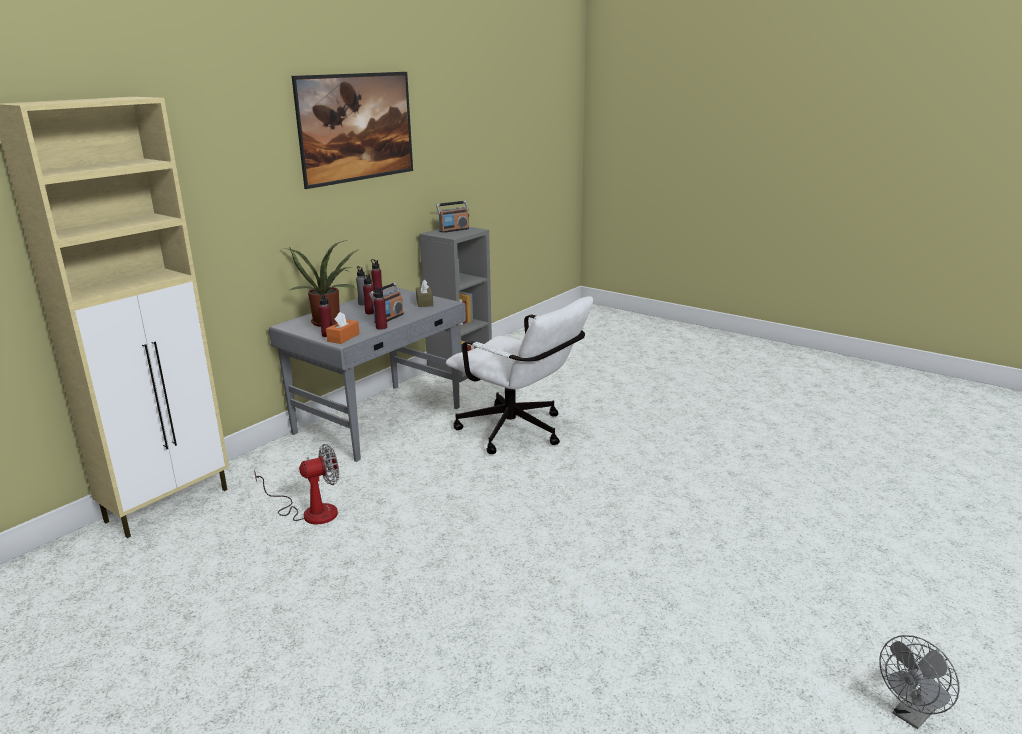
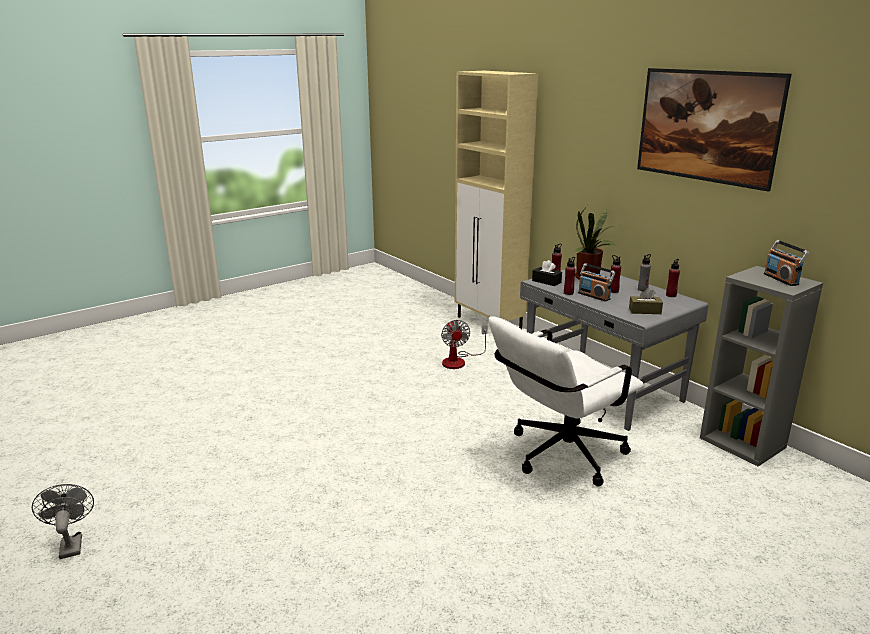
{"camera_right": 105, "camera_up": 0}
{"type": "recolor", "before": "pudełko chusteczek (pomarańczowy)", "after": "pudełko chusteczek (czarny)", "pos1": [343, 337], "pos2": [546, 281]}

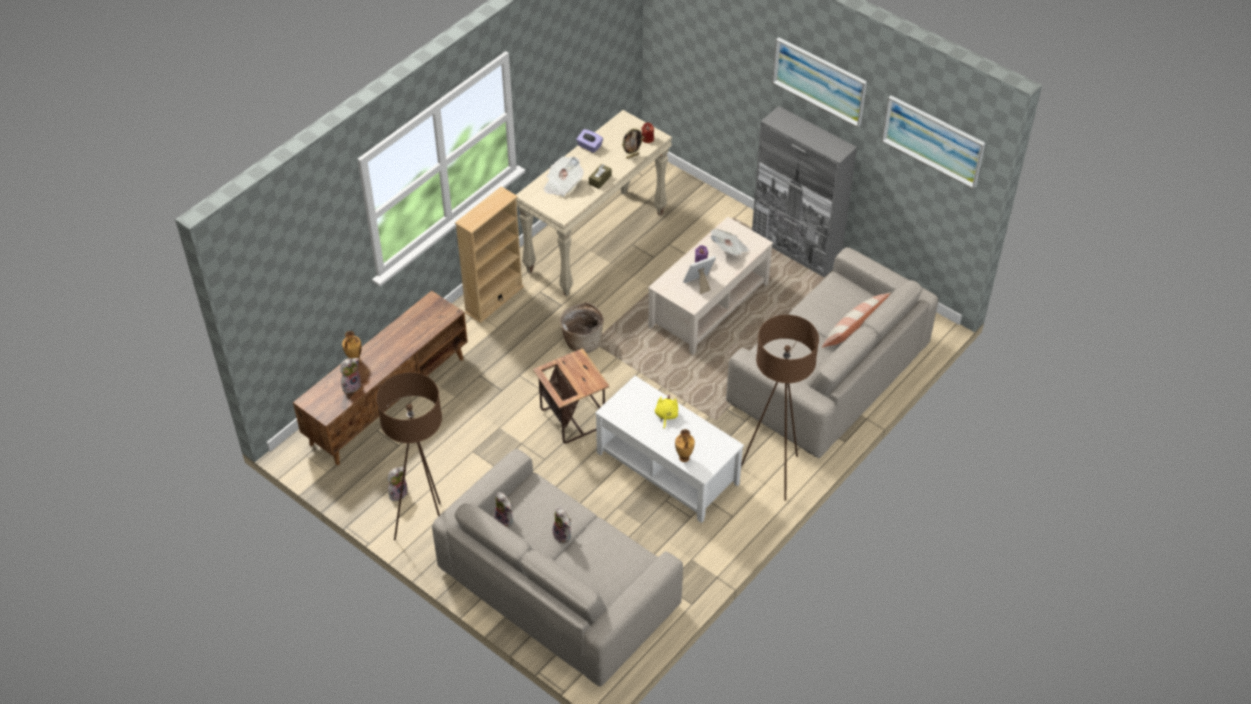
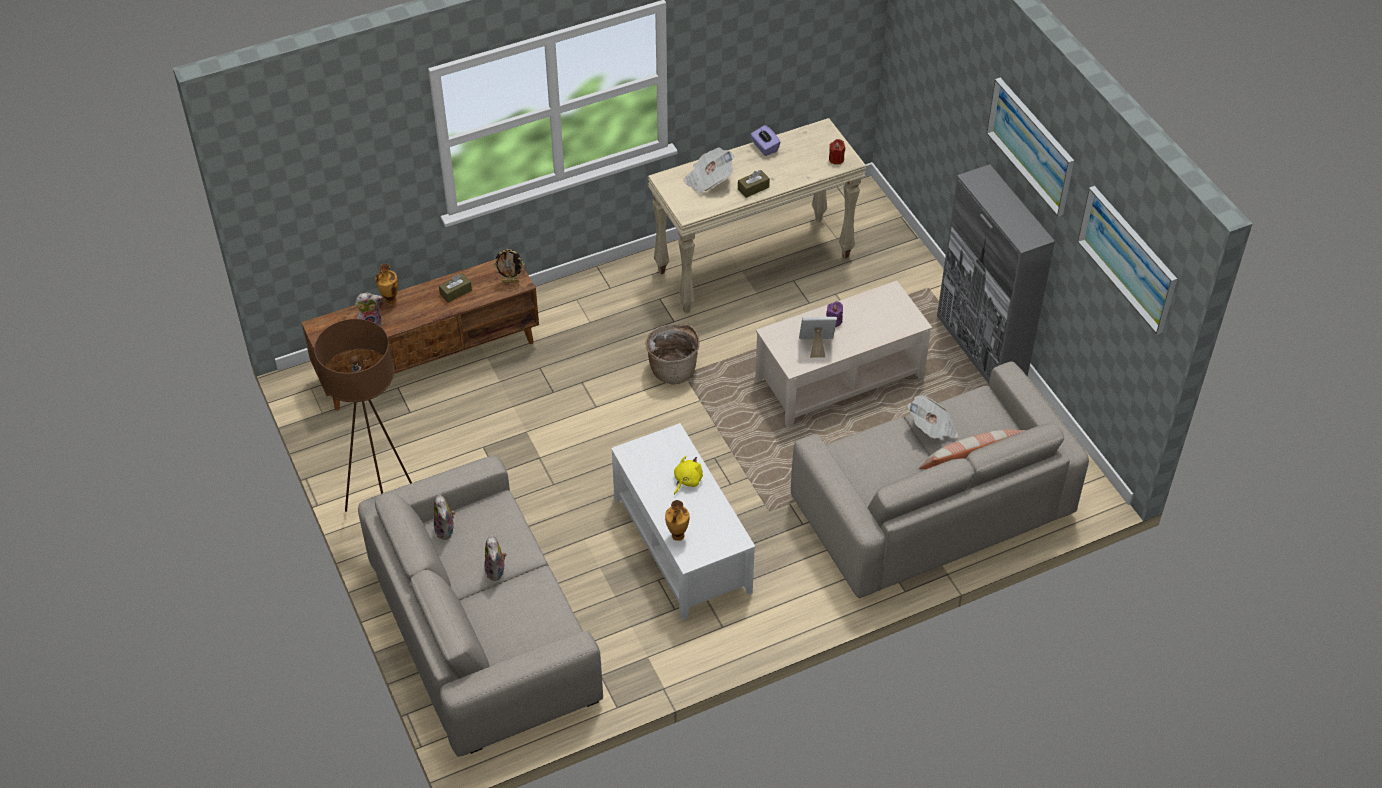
{"camera_right": 25, "camera_up": 0}
{"type": "delete", "before": "pluszak", "pos1": [398, 492]}
{"type": "delete", "before": "regał (beżowy)", "pos1": [494, 299]}
{"type": "delete", "before": "stolik", "pos1": [572, 418]}
{"type": "move", "before": "ramka na zdjęcie", "pos1": [632, 156], "pos2": [510, 281]}
{"type": "move", "before": "gazeta", "pos1": [729, 250], "pos2": [932, 428]}
{"type": "delete", "before": "lampa stojąca (brązowy)", "pos1": [773, 474]}
{"type": "insert", "after": "pudełko chusteczek (brązowy)", "pos2": [455, 292]}

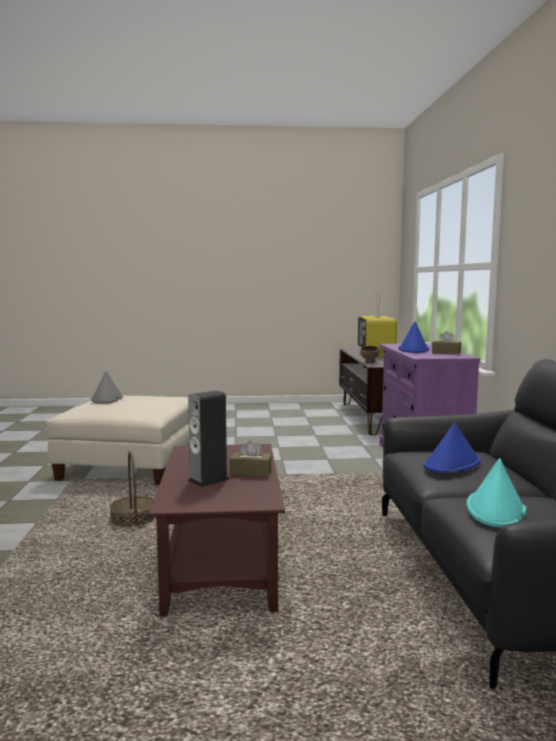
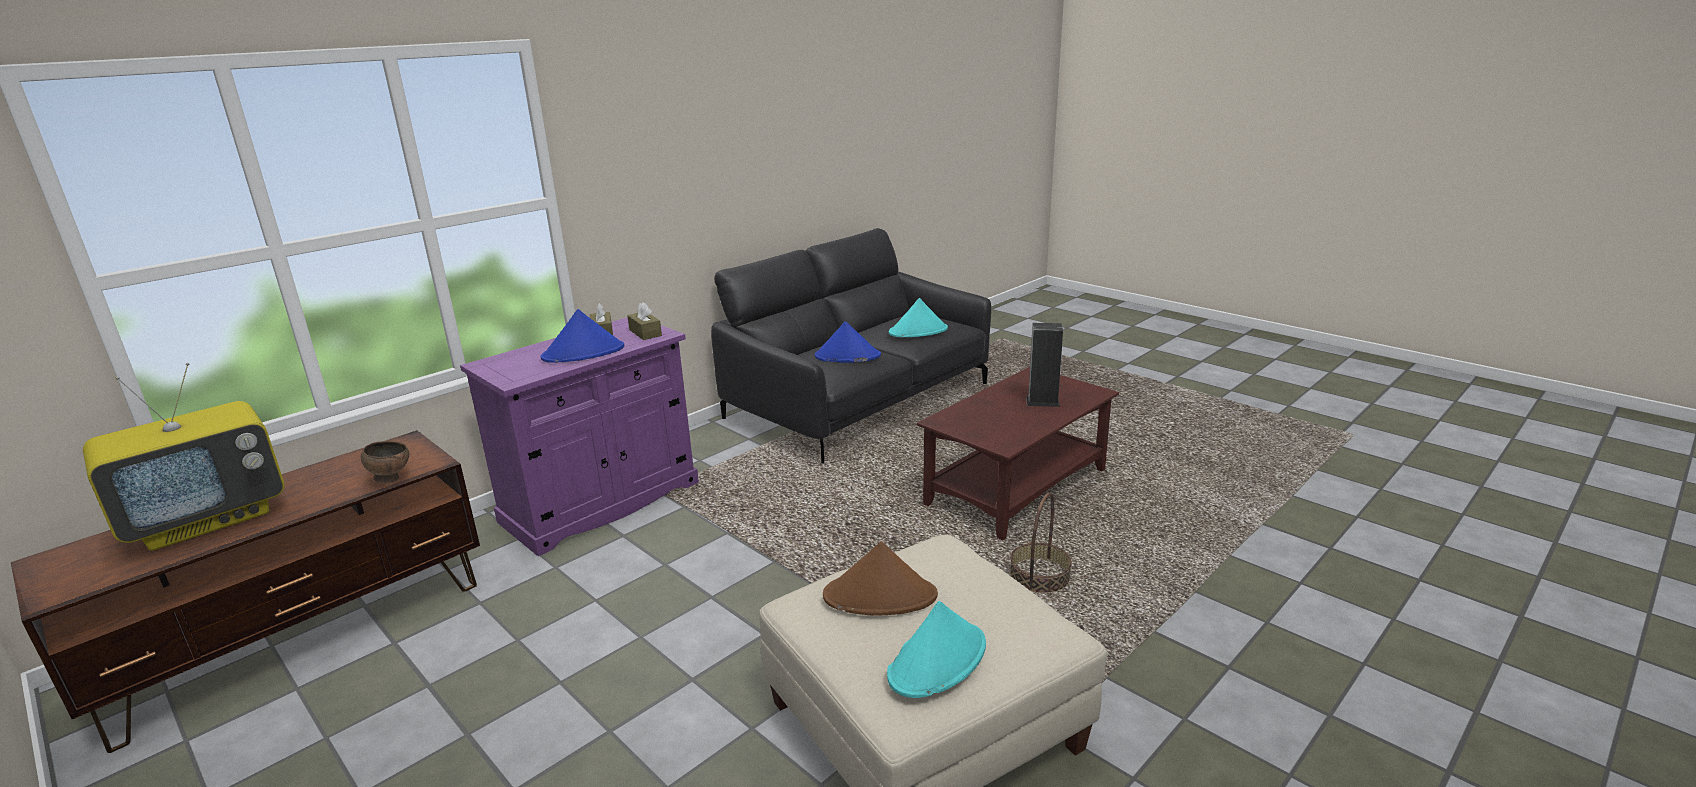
{"camera_right": -130, "camera_up": 15}
{"type": "recolor", "before": "kapelusz (szary)", "after": "kapelusz (turkusowy)", "pos1": [107, 398], "pos2": [937, 660]}
{"type": "move", "before": "pudełko chusteczek (brązowy)", "pos1": [250, 472], "pos2": [645, 333]}
{"type": "insert", "after": "kapelusz (brązowy)", "pos2": [880, 596]}

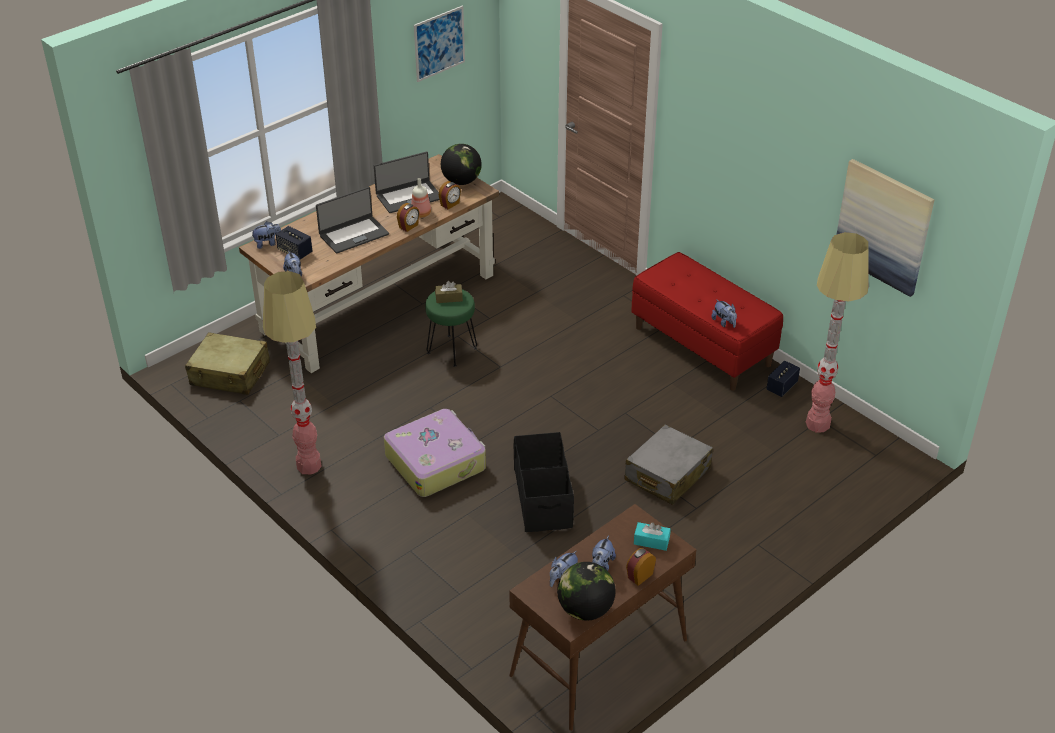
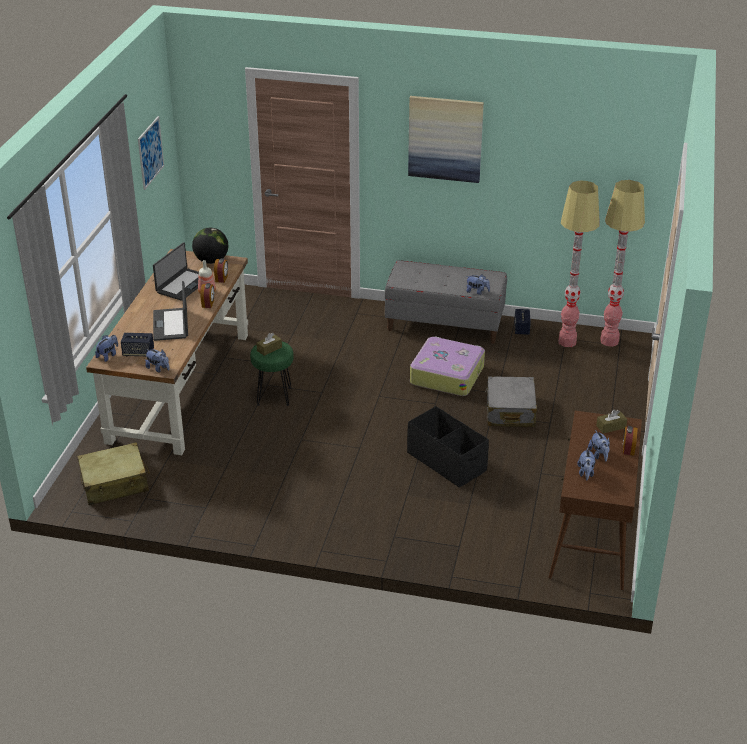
{"camera_right": -35, "camera_up": -5}
{"type": "move", "before": "lampa stojąca", "pos1": [309, 466], "pos2": [609, 341]}
{"type": "rotate", "before": "laptop", "pos1": [353, 234], "pos2": [171, 324], "turn": 150}
{"type": "move", "before": "walizka", "pos1": [436, 461], "pos2": [446, 374]}
{"type": "delete", "before": "globus", "pos1": [585, 610]}
{"type": "recolor", "before": "ławka (czerwony)", "after": "ławka (szary)", "pos1": [702, 346], "pos2": [445, 324]}
{"type": "recolor", "before": "pudełko chusteczek (turkusowy)", "after": "pudełko chusteczek (brązowy)", "pos1": [651, 541], "pos2": [611, 427]}
{"type": "move", "before": "obraz", "pos1": [883, 226], "pos2": [445, 138]}

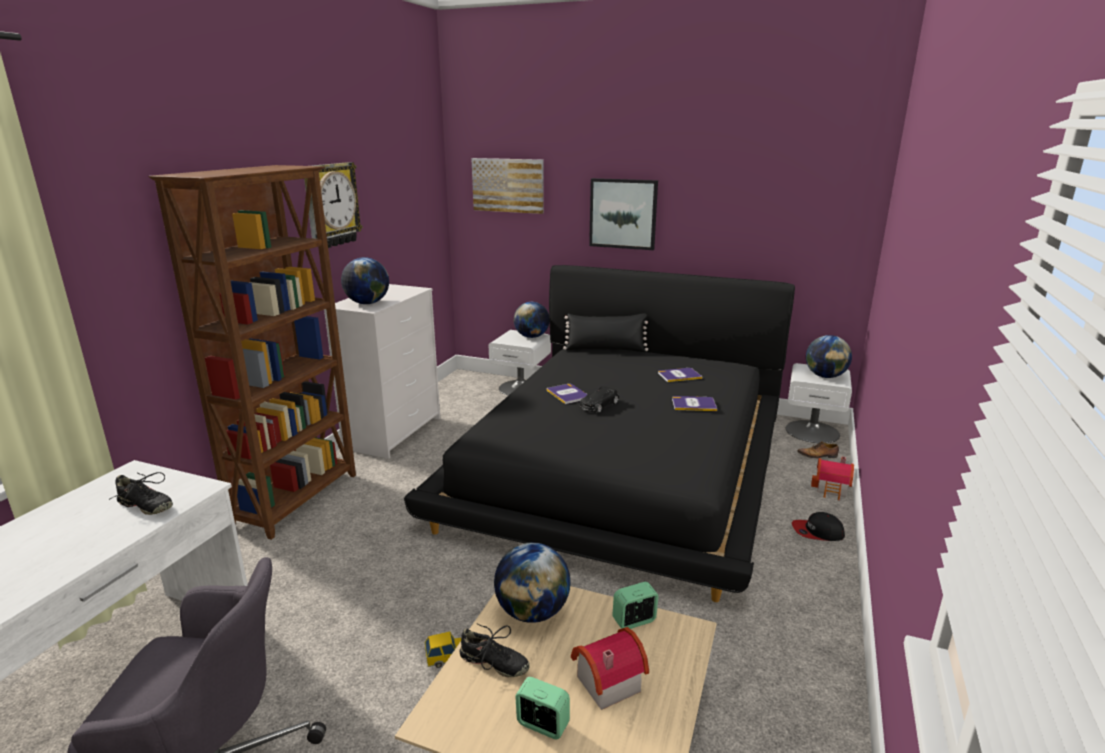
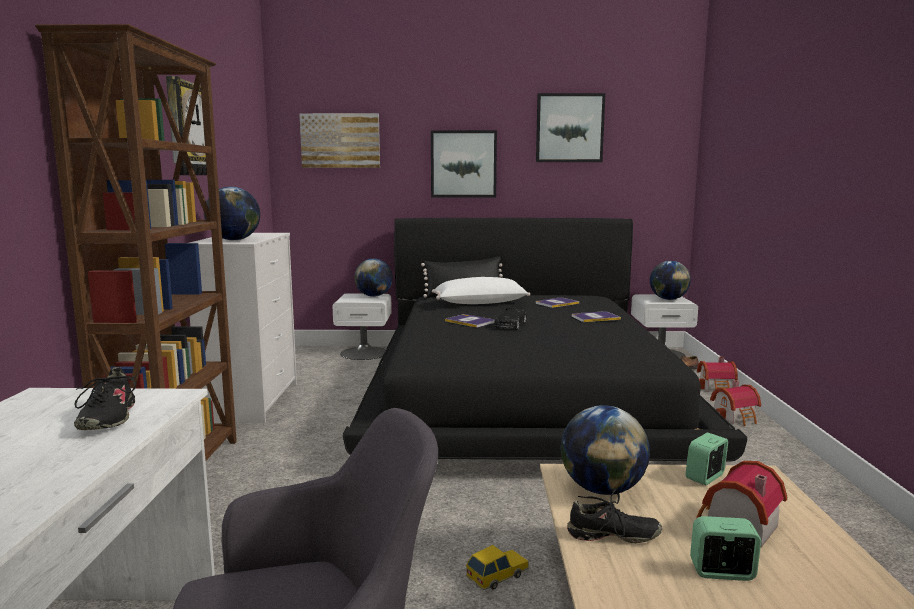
{"camera_right": -20, "camera_up": -10}
{"type": "rotate", "before": "but (czarny)", "pos1": [145, 506], "pos2": [107, 418], "turn": 75}
{"type": "replace", "before": "czapka z daszkiem", "after": "domek", "pos1": [817, 532], "pos2": [736, 417]}
{"type": "insert", "after": "poduszka (biały)", "pos2": [480, 304]}
{"type": "insert", "after": "obraz", "pos2": [569, 128]}

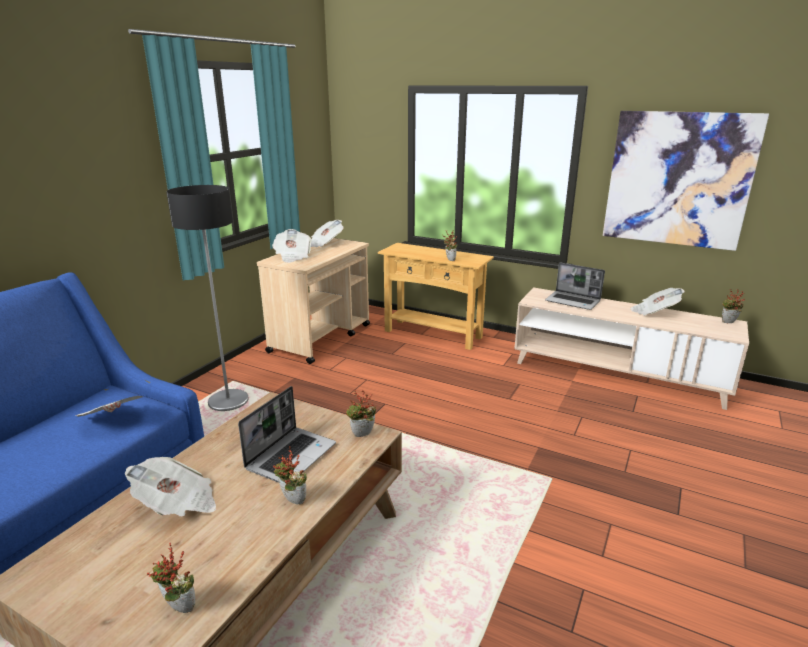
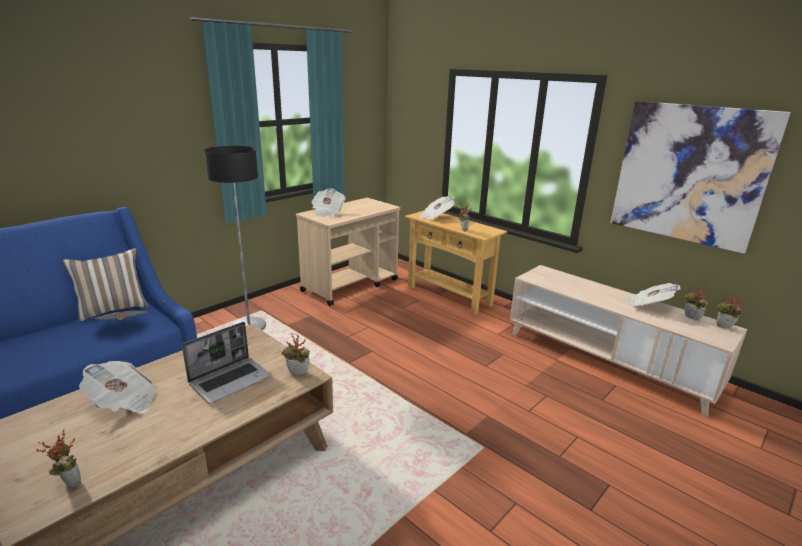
{"camera_right": 15, "camera_up": 0}
{"type": "move", "before": "roślina doniczkowa", "pos1": [291, 501], "pos2": [690, 318]}
{"type": "move", "before": "gazeta", "pos1": [324, 244], "pos2": [436, 217]}
{"type": "delete", "before": "laptop", "pos1": [573, 301]}
{"type": "insert", "after": "poduszka", "pos2": [113, 309]}

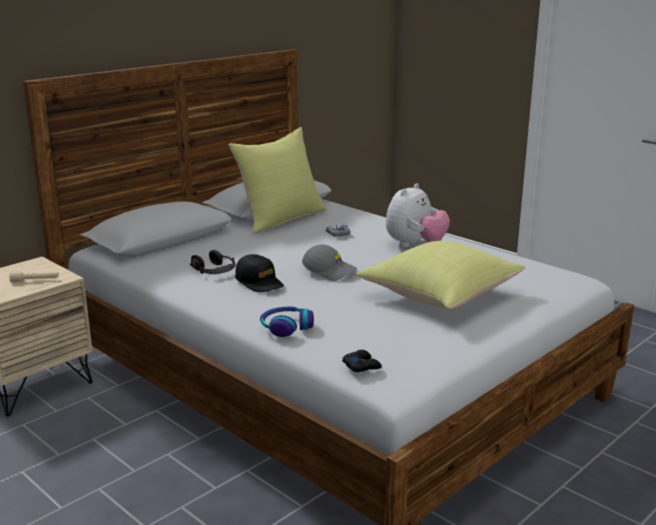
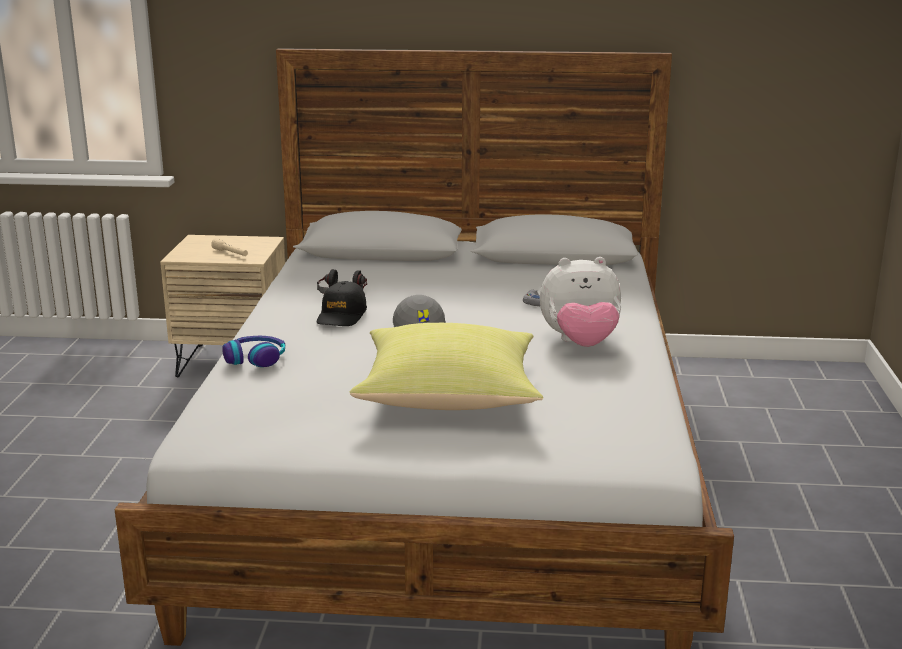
{"camera_right": 50, "camera_up": 0}
{"type": "delete", "before": "poduszka (żółty)", "pos1": [281, 219]}
{"type": "delete", "before": "pad do gier (czarny)", "pos1": [361, 366]}

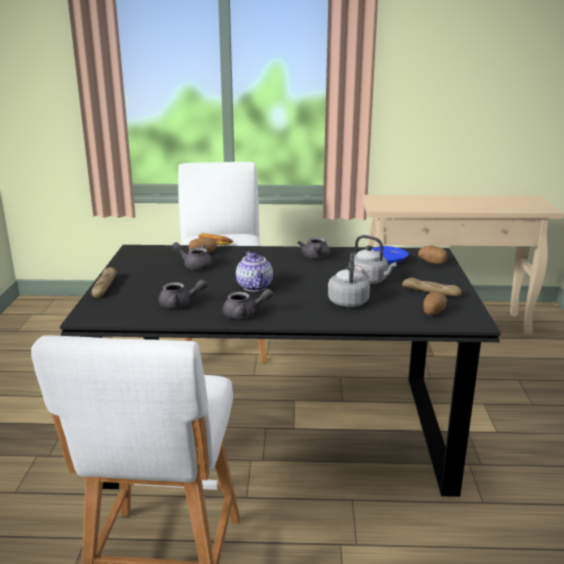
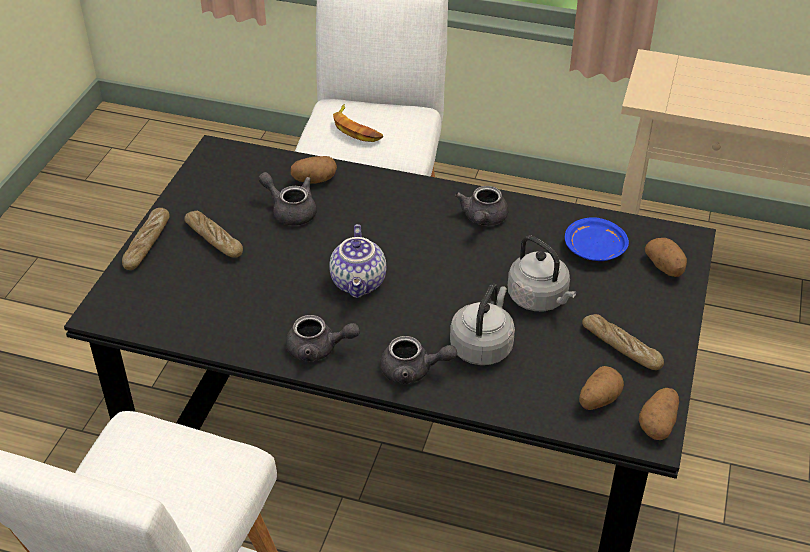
{"camera_right": 15, "camera_up": 20}
{"type": "move", "before": "imbryk (szary)", "pos1": [180, 304], "pos2": [413, 371]}
{"type": "insert", "after": "chleb", "pos2": [214, 240]}
{"type": "insert", "after": "ziemniak", "pos2": [658, 423]}

